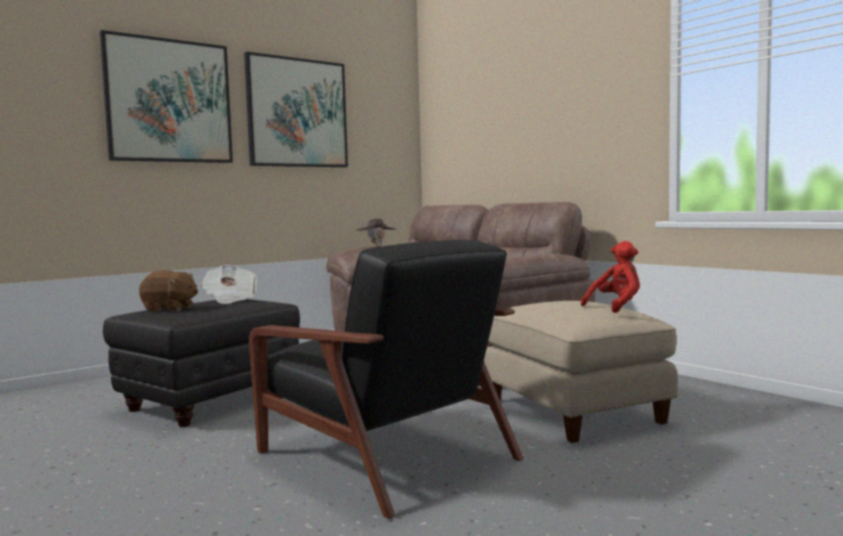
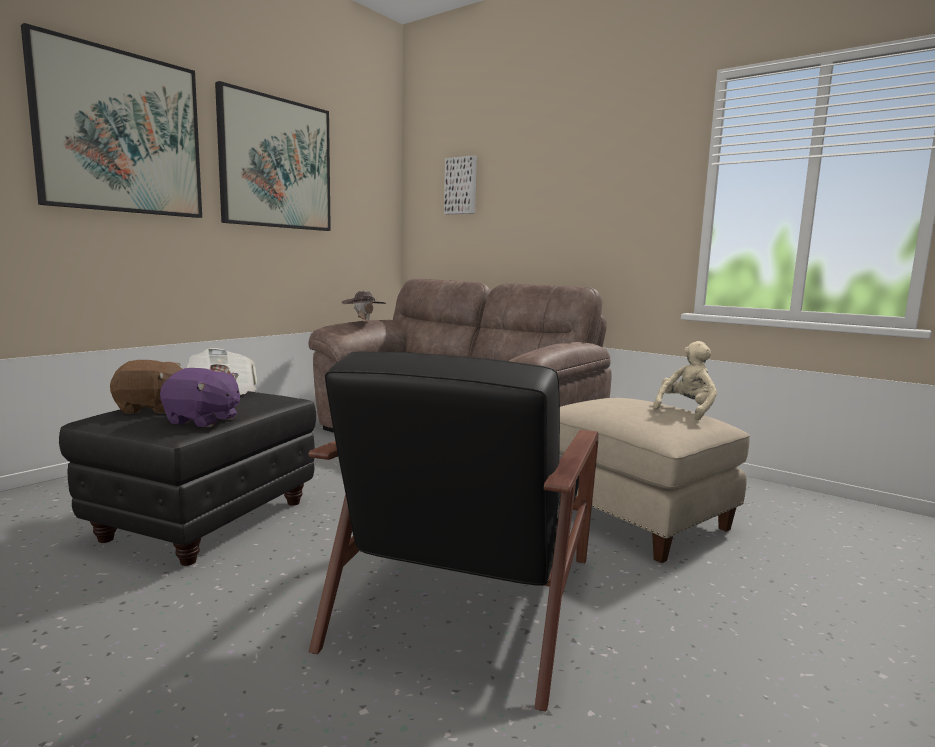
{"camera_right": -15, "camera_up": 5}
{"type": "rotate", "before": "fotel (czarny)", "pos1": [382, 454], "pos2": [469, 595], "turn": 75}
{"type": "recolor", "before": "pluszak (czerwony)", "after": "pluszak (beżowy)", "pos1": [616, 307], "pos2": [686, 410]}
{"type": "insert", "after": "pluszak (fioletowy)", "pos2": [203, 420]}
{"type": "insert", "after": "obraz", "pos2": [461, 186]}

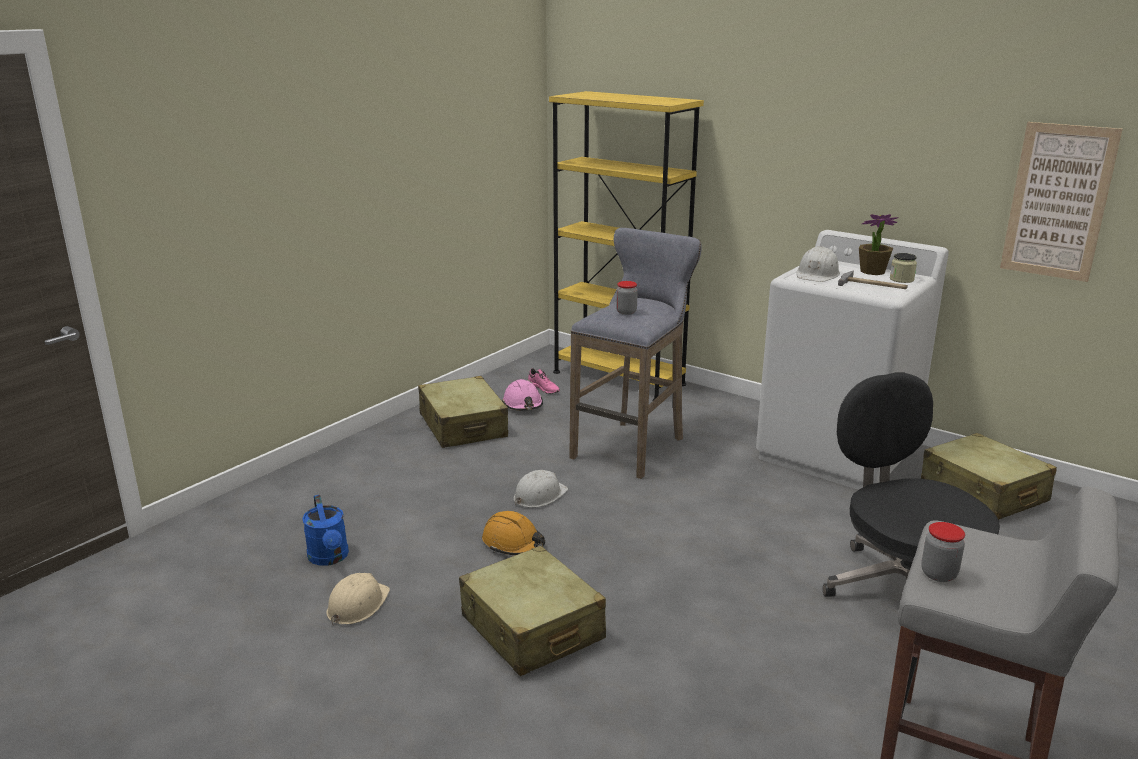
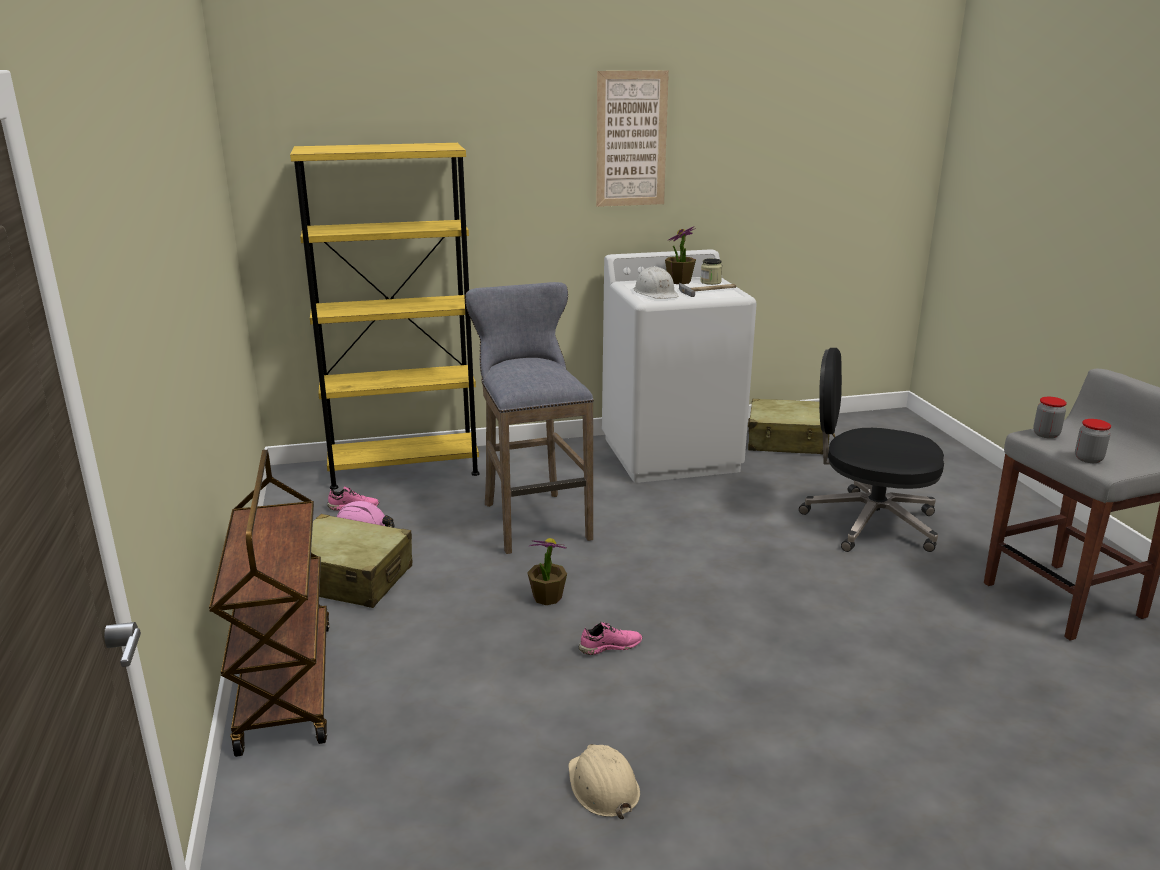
{"camera_right": -50, "camera_up": 0}
{"type": "delete", "before": "konewka (niebieski)", "pos1": [330, 558]}
{"type": "delete", "before": "walizka (beżowy)", "pos1": [532, 628]}
{"type": "replace", "before": "kask (pomarańczowy)", "after": "but (różowy)", "pos1": [513, 543], "pos2": [610, 646]}
{"type": "replace", "before": "kask (biały)", "after": "roślina doniczkowa", "pos1": [539, 495], "pos2": [547, 597]}
{"type": "move", "before": "słoik", "pos1": [626, 312], "pos2": [1046, 434]}
{"type": "move", "before": "obraz", "pos1": [1058, 202], "pos2": [631, 139]}
{"type": "insert", "after": "wózek (brązowy)", "pos2": [285, 684]}

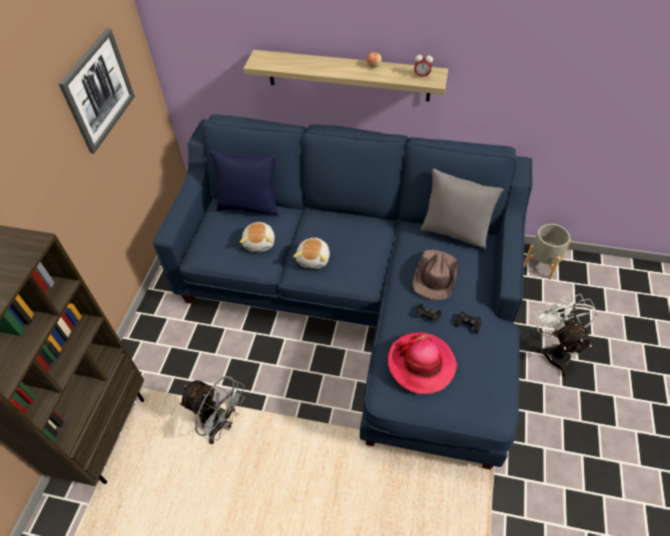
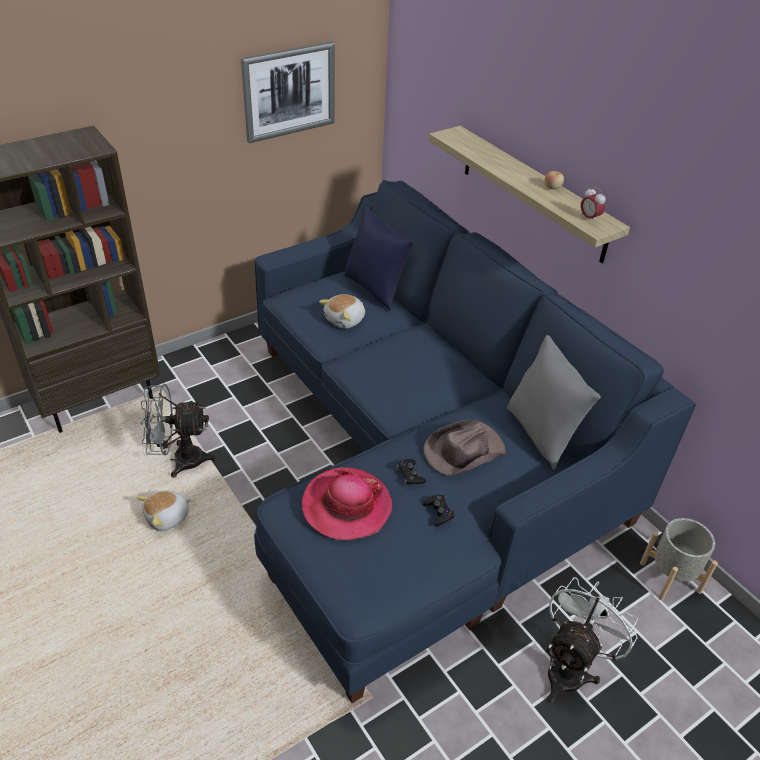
{"camera_right": 40, "camera_up": -10}
{"type": "rotate", "before": "wentylator (szary)", "pos1": [220, 424], "pos2": [180, 460], "turn": 105}
{"type": "move", "before": "pluszak", "pos1": [314, 259], "pos2": [167, 517]}

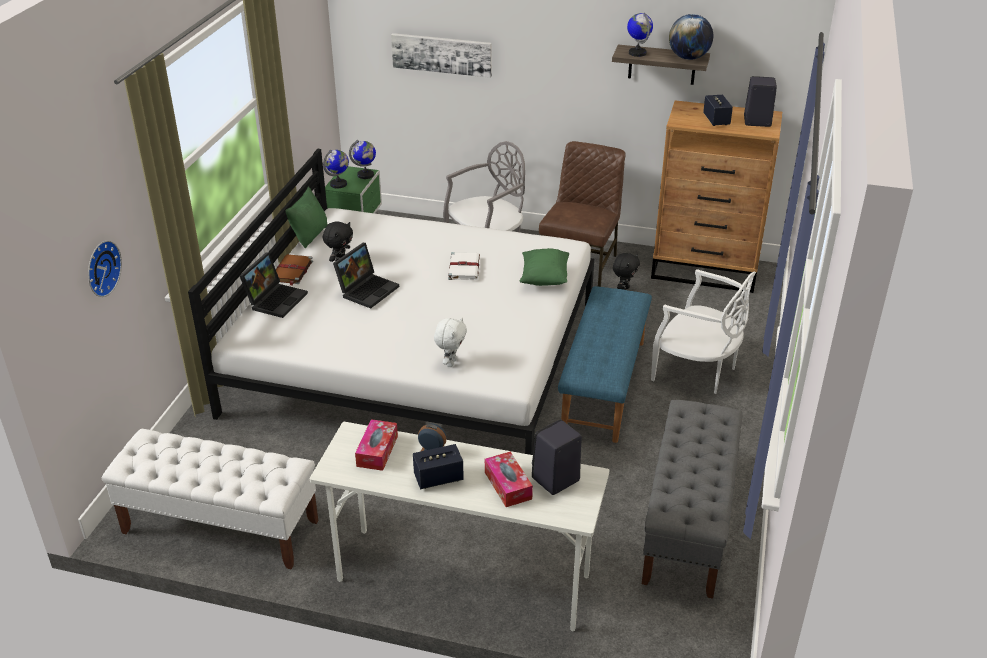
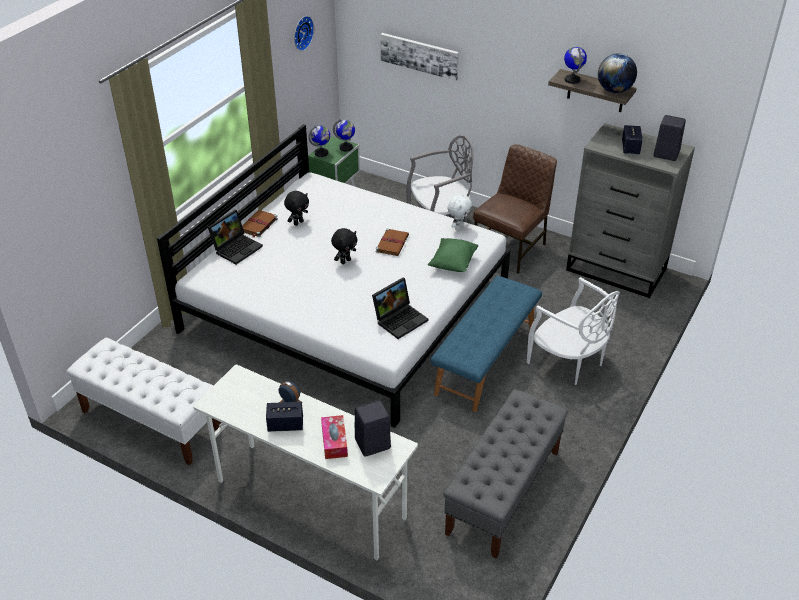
{"camera_right": 15, "camera_up": 5}
{"type": "move", "before": "zegar ścienny", "pos1": [100, 268], "pos2": [301, 32]}
{"type": "delete", "before": "poduszka (zielony)", "pos1": [310, 235]}
{"type": "move", "before": "laptop", "pos1": [367, 289], "pos2": [400, 319]}
{"type": "delete", "before": "pudełko chusteczek", "pos1": [377, 451]}
{"type": "move", "before": "pluszak (biały)", "pos1": [451, 362], "pos2": [458, 227]}
{"type": "recolor", "before": "książka (biały)", "after": "książka (brązowy)", "pos1": [464, 267], "pos2": [392, 243]}
{"type": "move", "before": "pluszak (czarny)", "pos1": [624, 289], "pos2": [345, 261]}
{"type": "recolor", "before": "komoda (brązowy)", "after": "komoda (szary)", "pos1": [705, 270], "pos2": [617, 270]}

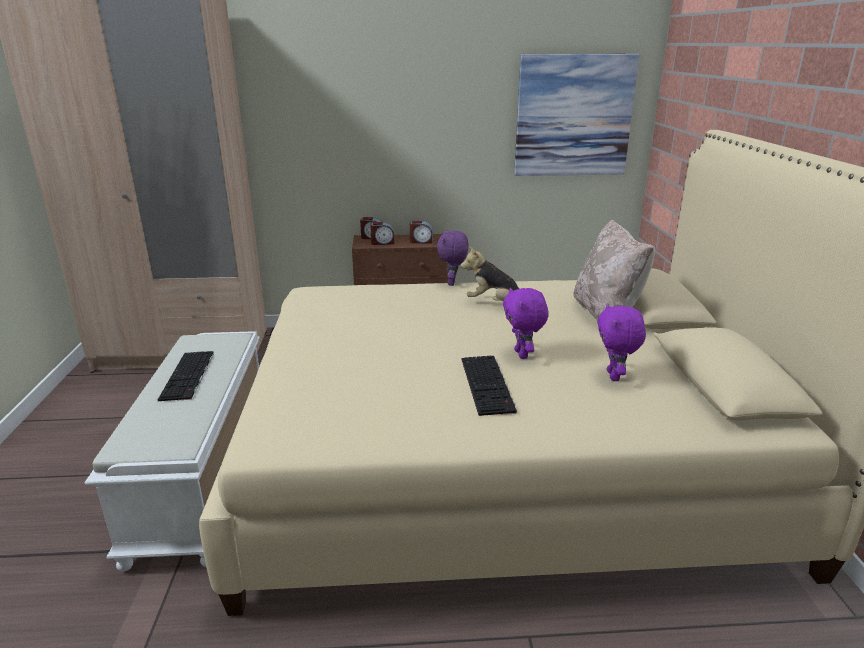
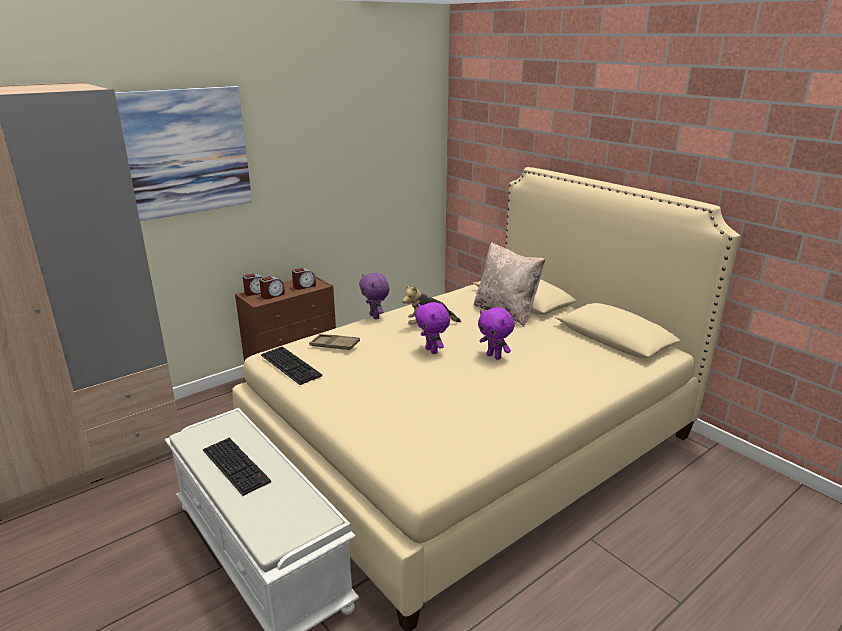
{"camera_right": -35, "camera_up": 0}
{"type": "move", "before": "klawiatura", "pos1": [488, 385], "pos2": [292, 365]}
{"type": "move", "before": "obraz", "pos1": [573, 116], "pos2": [187, 152]}
{"type": "move", "before": "pluszak (fioletowy)", "pos1": [614, 376], "pos2": [432, 351]}
{"type": "insert", "after": "taca (brązowy)", "pos2": [334, 345]}

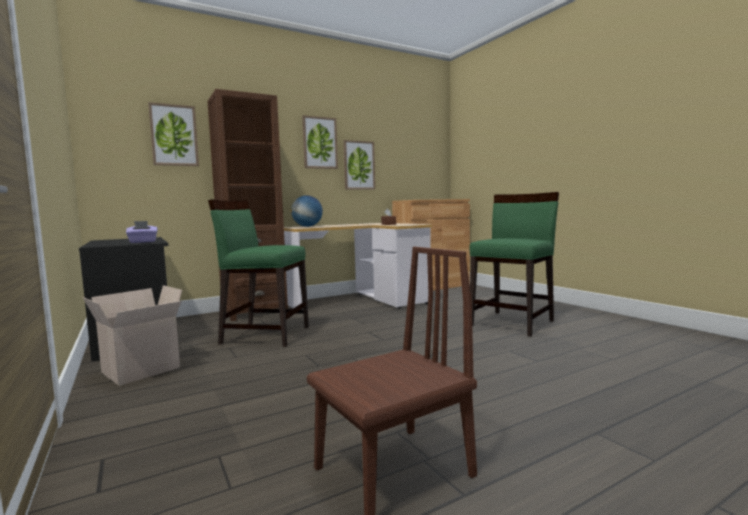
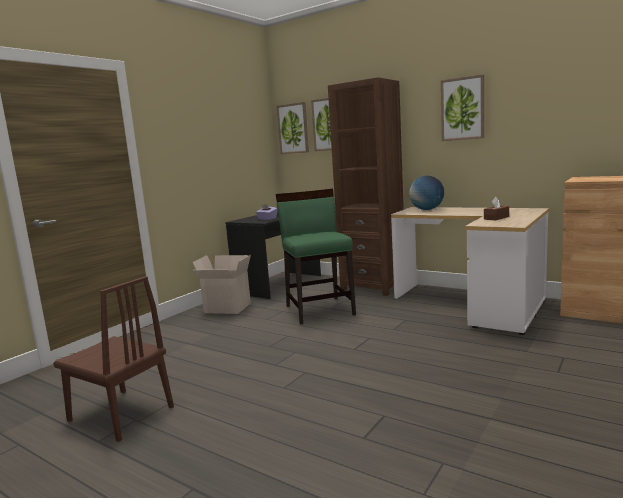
{"camera_right": 65, "camera_up": 5}
{"type": "move", "before": "obraz", "pos1": [359, 165], "pos2": [293, 128]}
{"type": "delete", "before": "krzesło (zielony)", "pos1": [513, 323]}

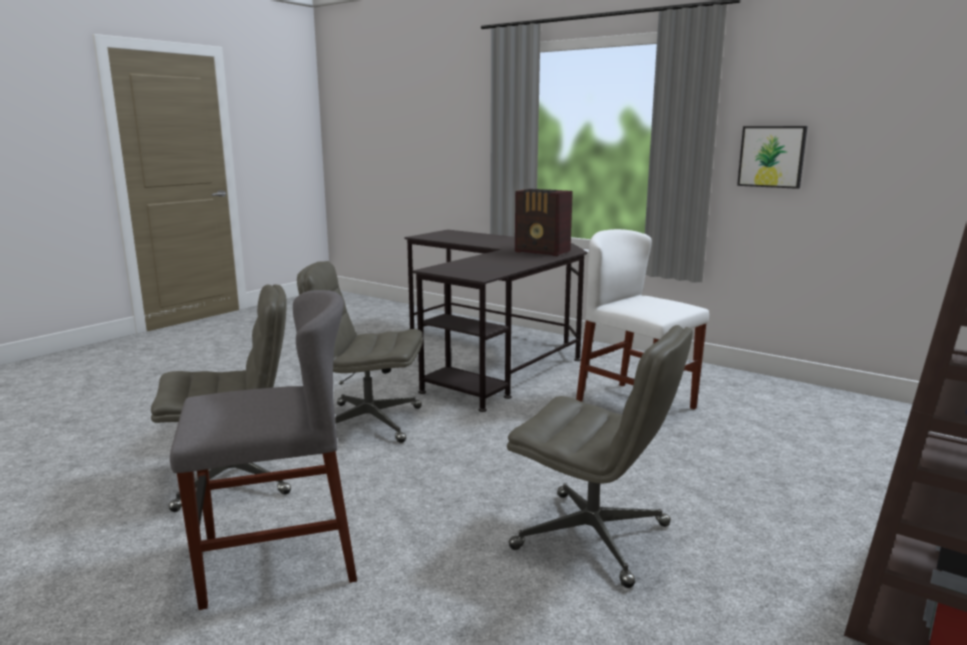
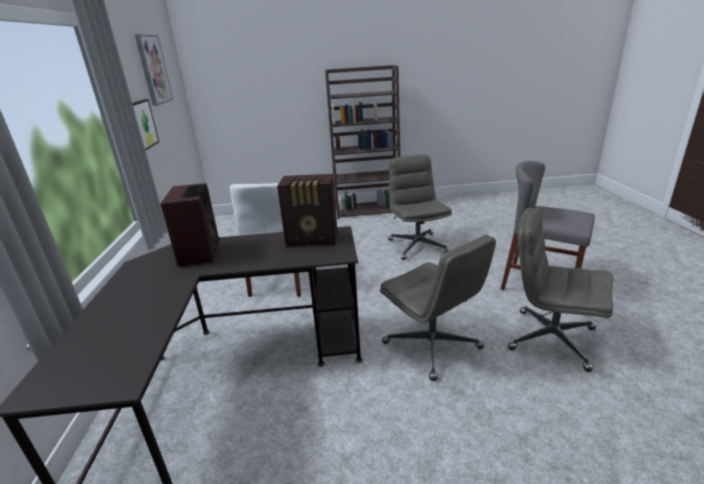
{"camera_right": -130, "camera_up": 10}
{"type": "insert", "after": "obraz", "pos2": [153, 70]}
{"type": "insert", "after": "radio", "pos2": [313, 239]}

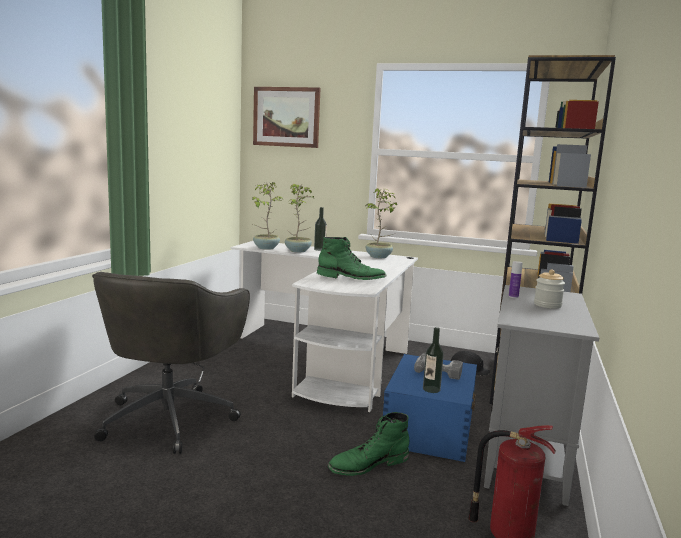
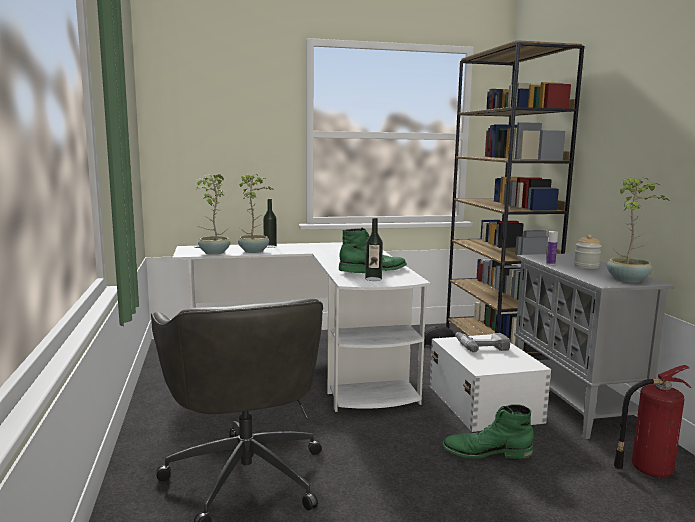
{"camera_right": -30, "camera_up": 0}
{"type": "delete", "before": "obraz", "pos1": [286, 117]}
{"type": "rotate", "before": "but z cholewką (zielony)", "pos1": [368, 464], "pos2": [486, 452], "turn": 60}
{"type": "move", "before": "roślina doniczkowa", "pos1": [379, 257], "pos2": [628, 280]}
{"type": "recolor", "before": "pojemnik do przechowywania (niebieski)", "after": "pojemnik do przechowywania (biały)", "pos1": [430, 427], "pos2": [484, 402]}
{"type": "move", "before": "butelka", "pos1": [431, 389], "pos2": [373, 279]}

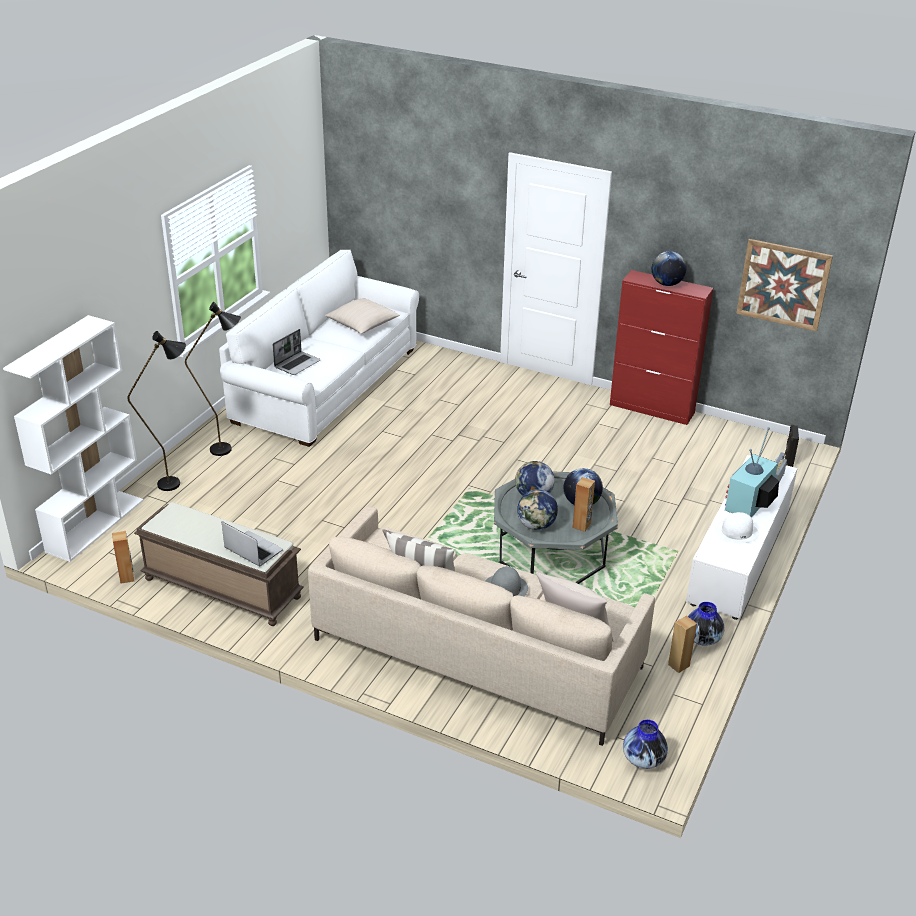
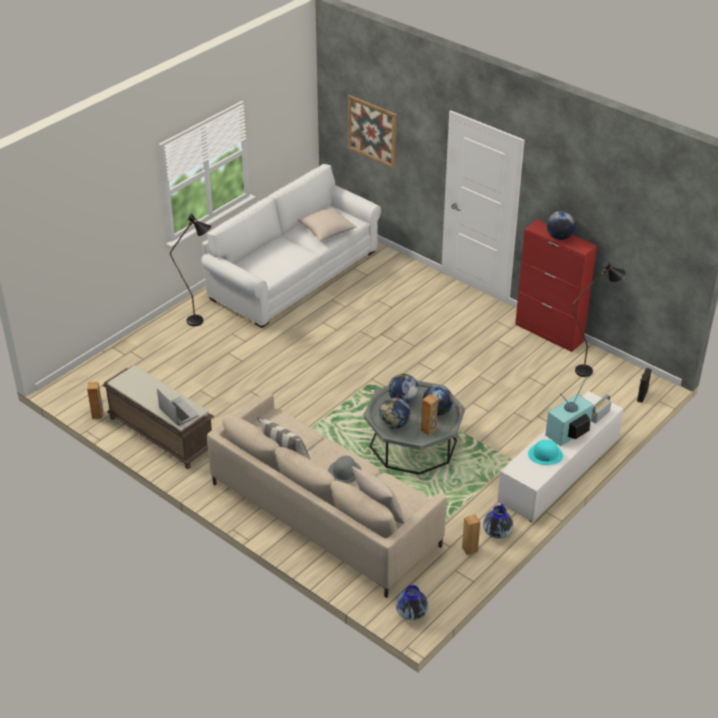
{"camera_right": 15, "camera_up": 5}
{"type": "delete", "before": "regał (biały)", "pos1": [95, 525]}
{"type": "move", "before": "lampa stojąca (czarny)", "pos1": [177, 482], "pos2": [590, 371]}
{"type": "delete", "before": "laptop", "pos1": [297, 364]}
{"type": "recolor", "before": "kapelusz (biały)", "after": "kapelusz (turkusowy)", "pos1": [736, 532], "pos2": [545, 454]}
{"type": "move", "before": "obraz", "pos1": [783, 284], "pos2": [372, 131]}

